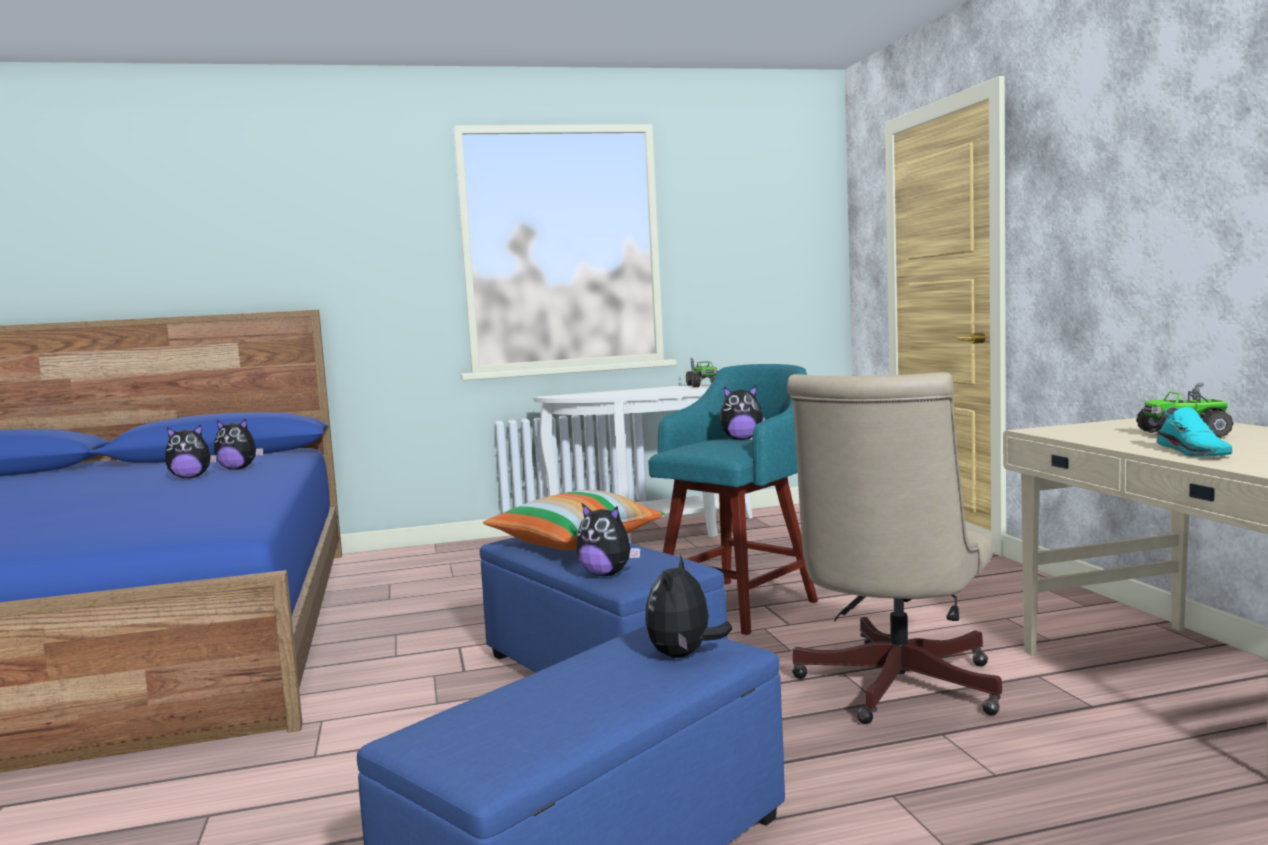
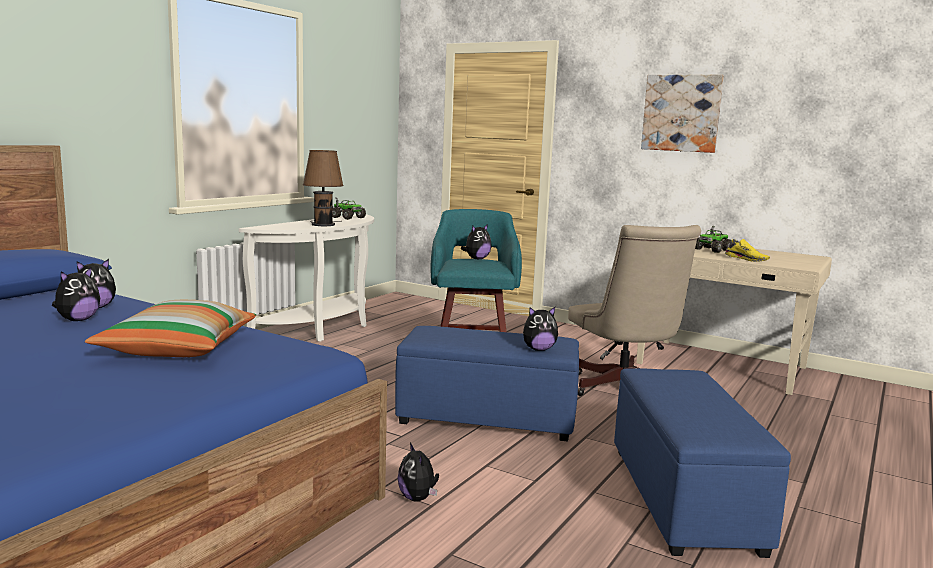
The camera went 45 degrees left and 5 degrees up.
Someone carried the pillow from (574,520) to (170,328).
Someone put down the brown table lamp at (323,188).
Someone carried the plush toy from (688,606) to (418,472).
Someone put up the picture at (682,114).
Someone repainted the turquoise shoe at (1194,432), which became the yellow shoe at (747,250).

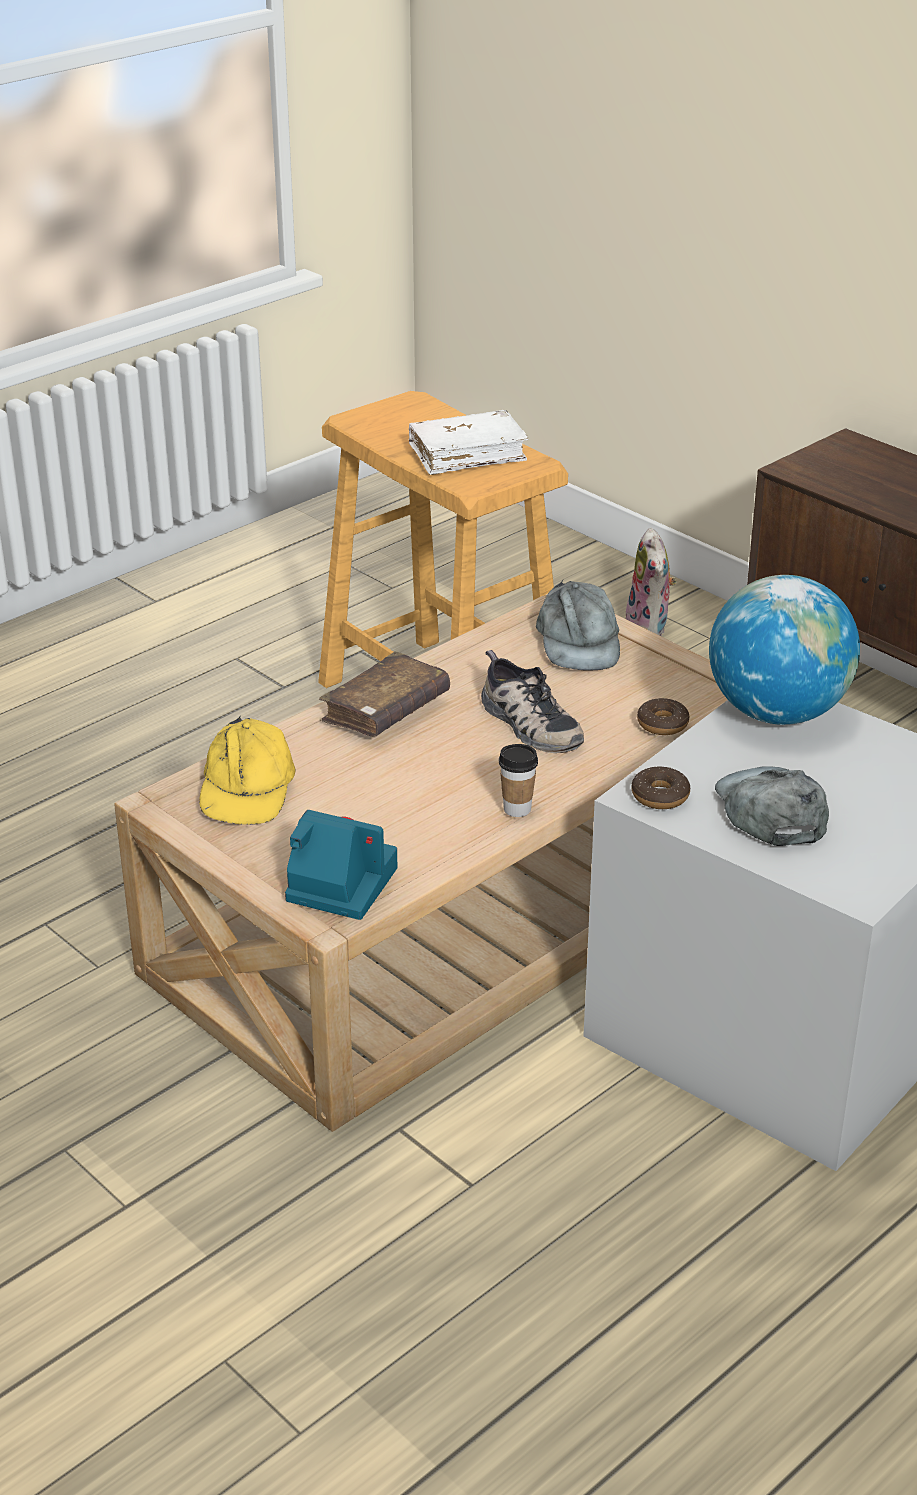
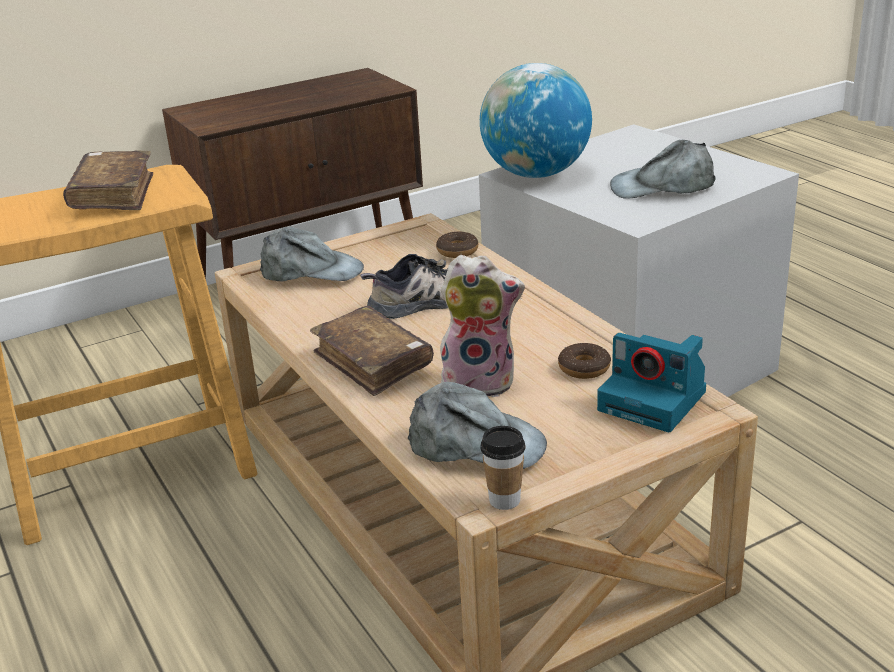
The camera went 75 degrees left and 5 degrees down.
Someone repainted the white book at (469,442), which became the brown book at (108,180).
Someone repainted the yellow cap at (247,771), which became the grey cap at (477,425).
Someone carried the plush toy from (651,582) to (482,326).
Someone carried the cup from (518,780) to (503,468).
Someone carried the donut from (661,788) to (584,361).
Someone rotated the photo camera at (341,865) by 90 degrees counterclockwise.

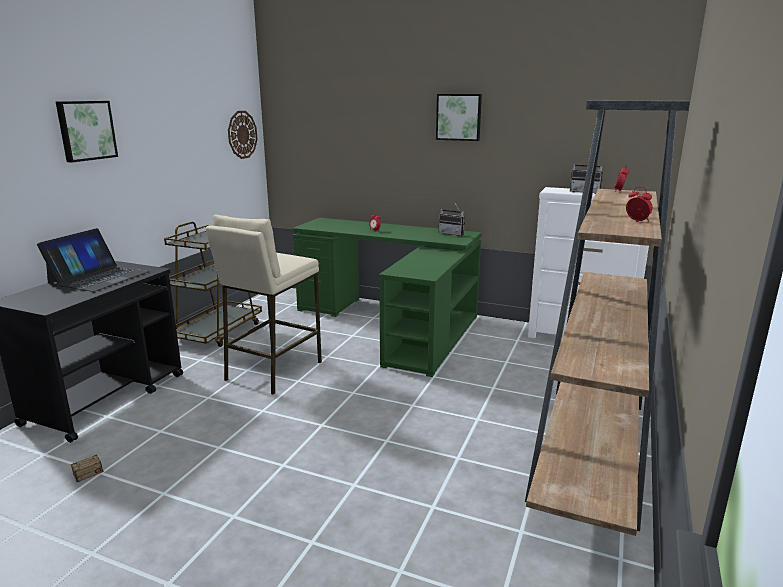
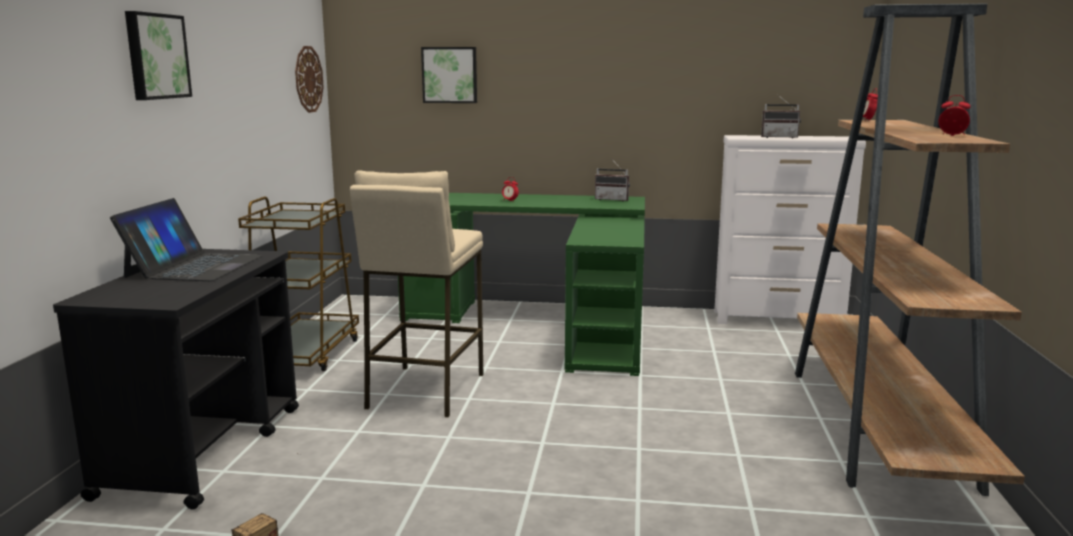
The camera went 15 degrees left and 5 degrees down.
Someone carried the picture from (459,117) to (449,75).

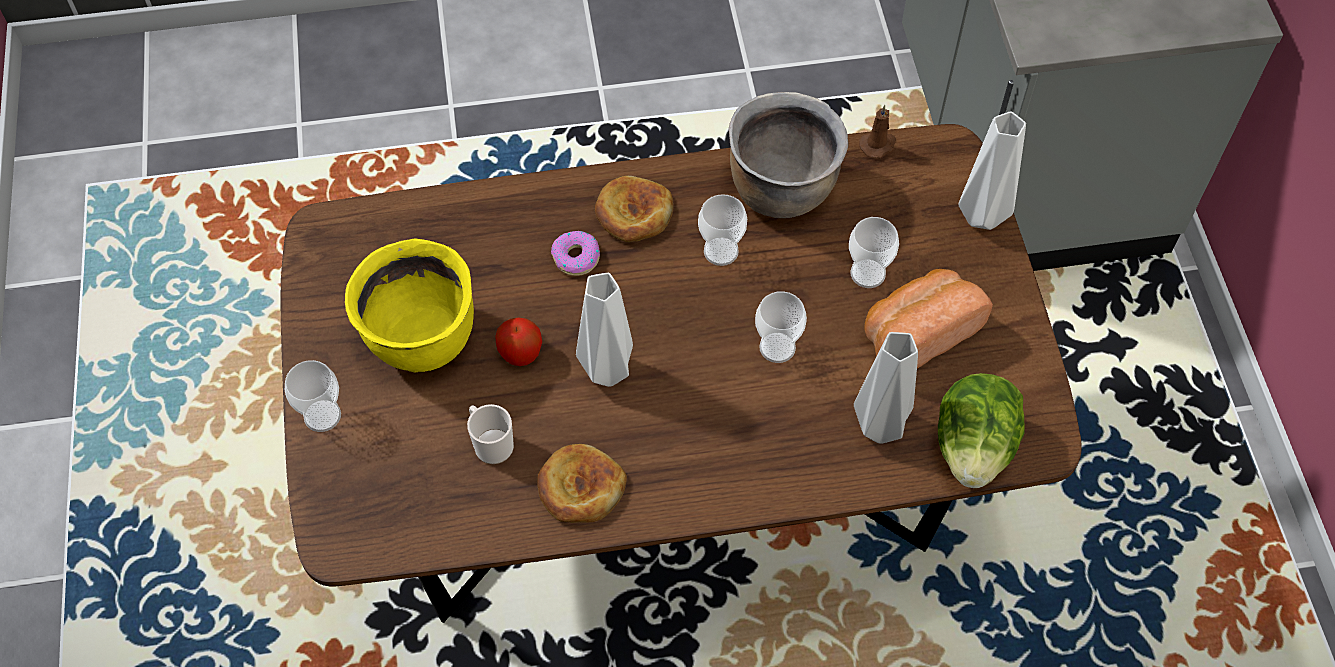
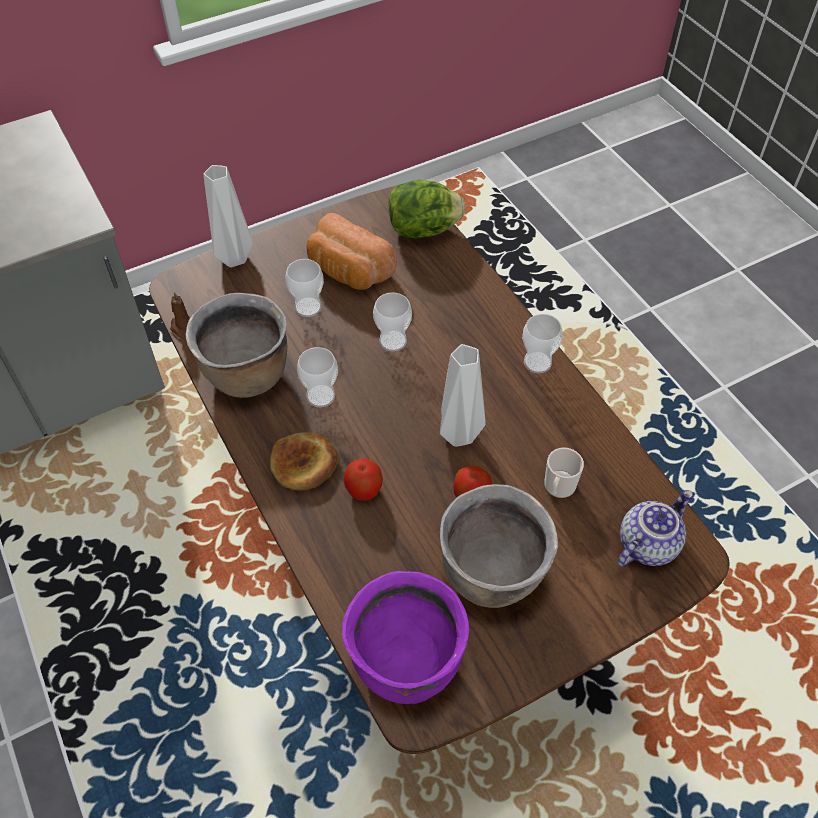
The camera went 110 degrees left and 5 degrees down.
Someone put down the purple cooking pot at (405,637).
Someone swapped the donut at (575,253) for the apple at (363,480).
Someone repainted the yellow cooking pot at (409,305), which became the brown cooking pot at (499,546).
Someone carried the cup from (313,396) to (542,343).
Someone put down the teapot at (655,528).
Someone took away the bread at (582,483).
Someone took away the grey vase at (886,388).

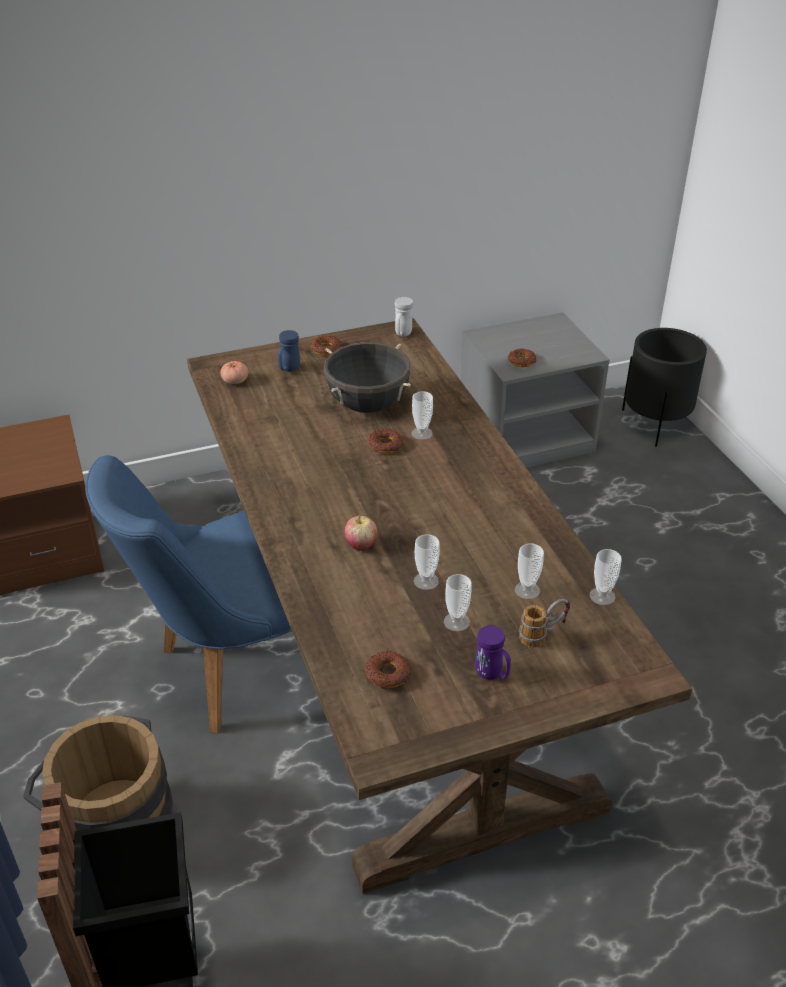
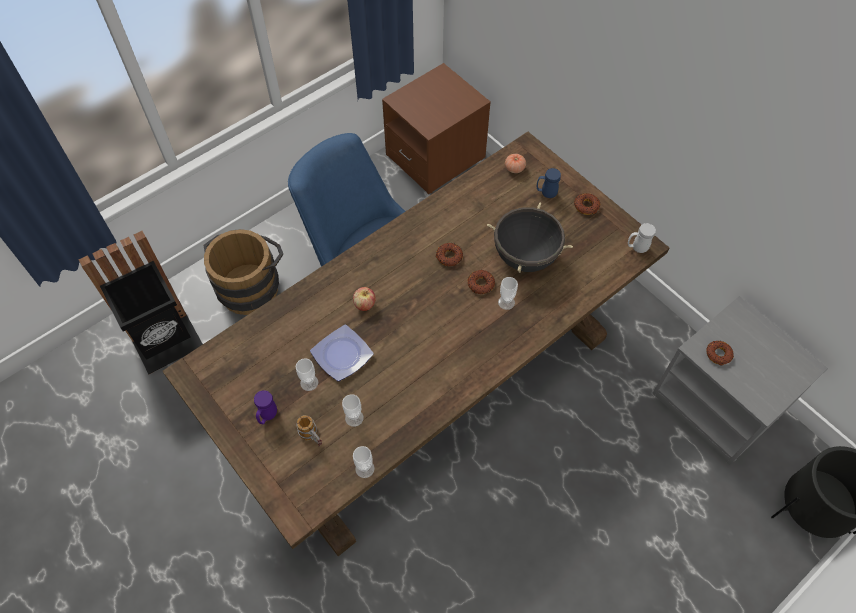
The camera went 70 degrees right and 20 degrees up.
Someone swapped the cup at (427,562) for the plate at (342,353).
Someone carried the donut from (388,670) to (449,254).

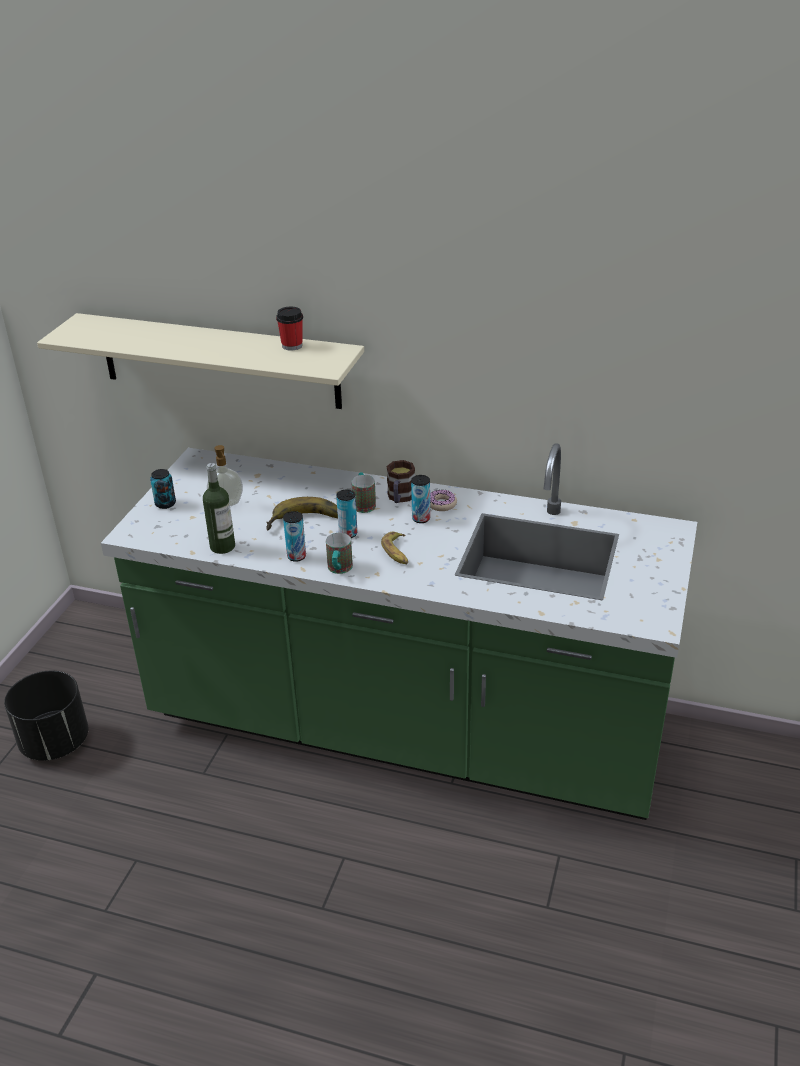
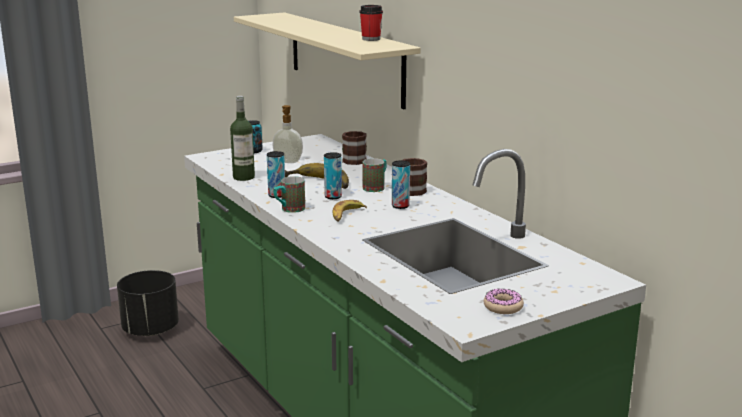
The camera went 40 degrees right and 15 degrees down.
Someone put down the mug at (354,148).
Someone carried the donut from (443,500) to (504,301).

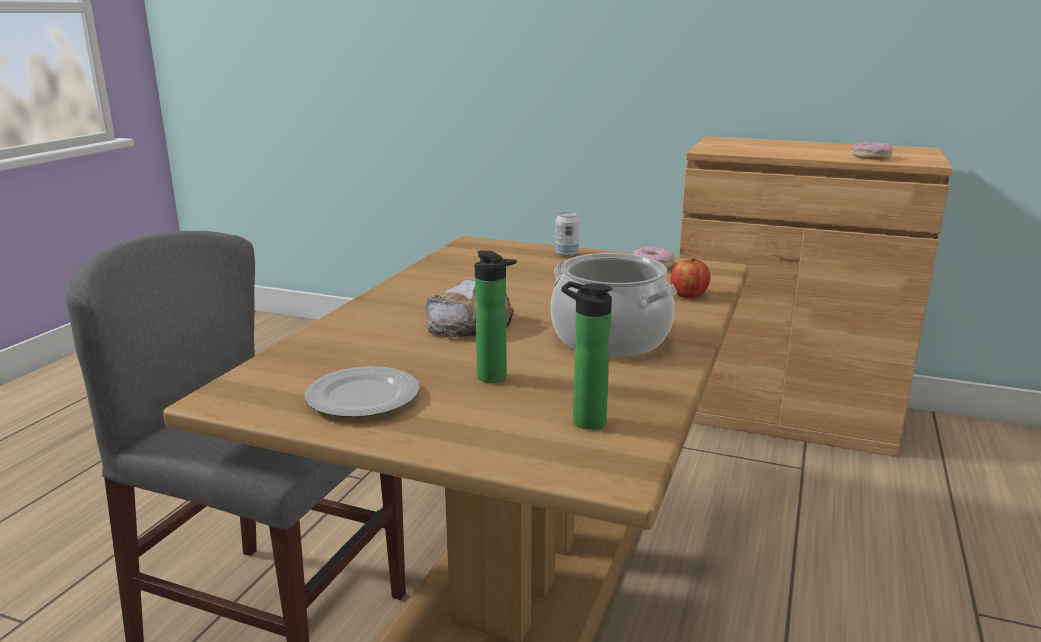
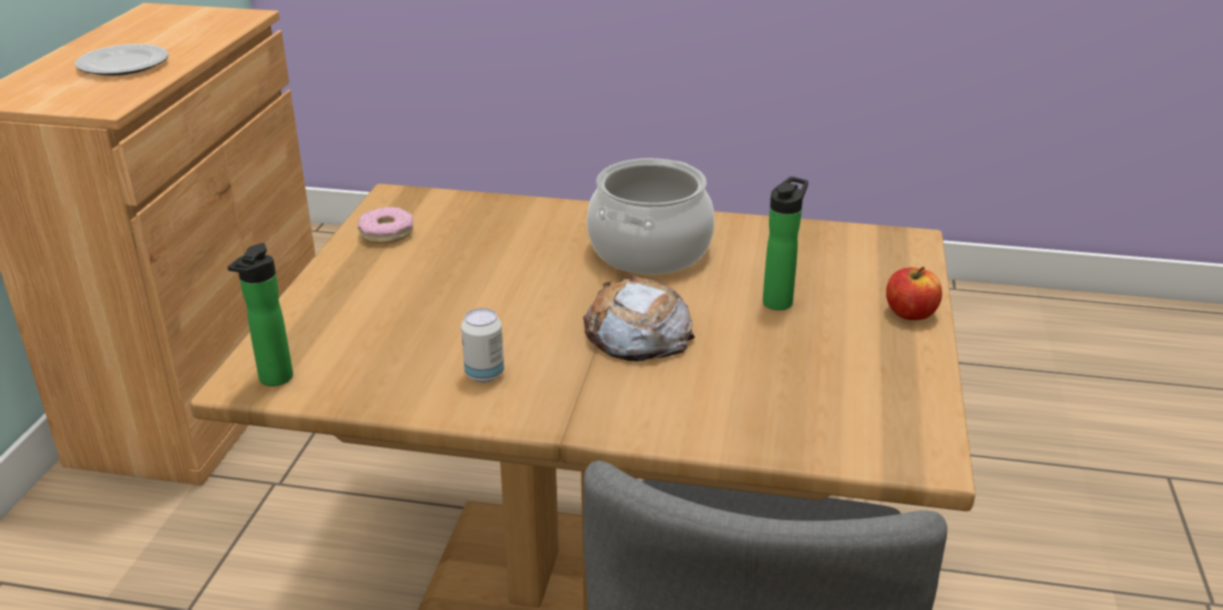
The camera went 100 degrees left and 10 degrees up.
Someone carried the plate from (362,392) to (122,60).
Someone carried the bottle from (587,355) to (260,314).
Someone carried the can from (567,234) to (482,345).
Someone carried the apple from (690,278) to (914,293).
Someone took away the donut at (872,151).

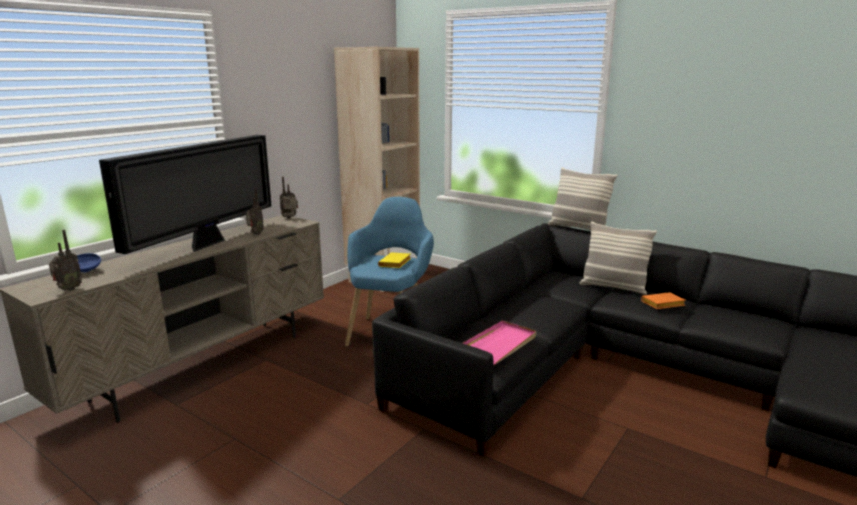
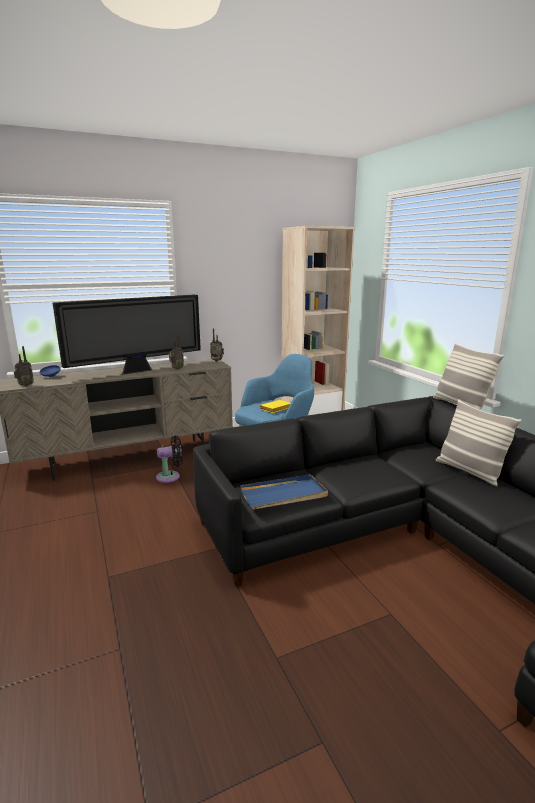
The camera went 30 degrees right and 0 degrees up.
Someone put down the black fan at (169,459).
Someone repainted the pink tray at (499,343), which became the blue tray at (284,491).
Someone took away the orange book at (663,300).

